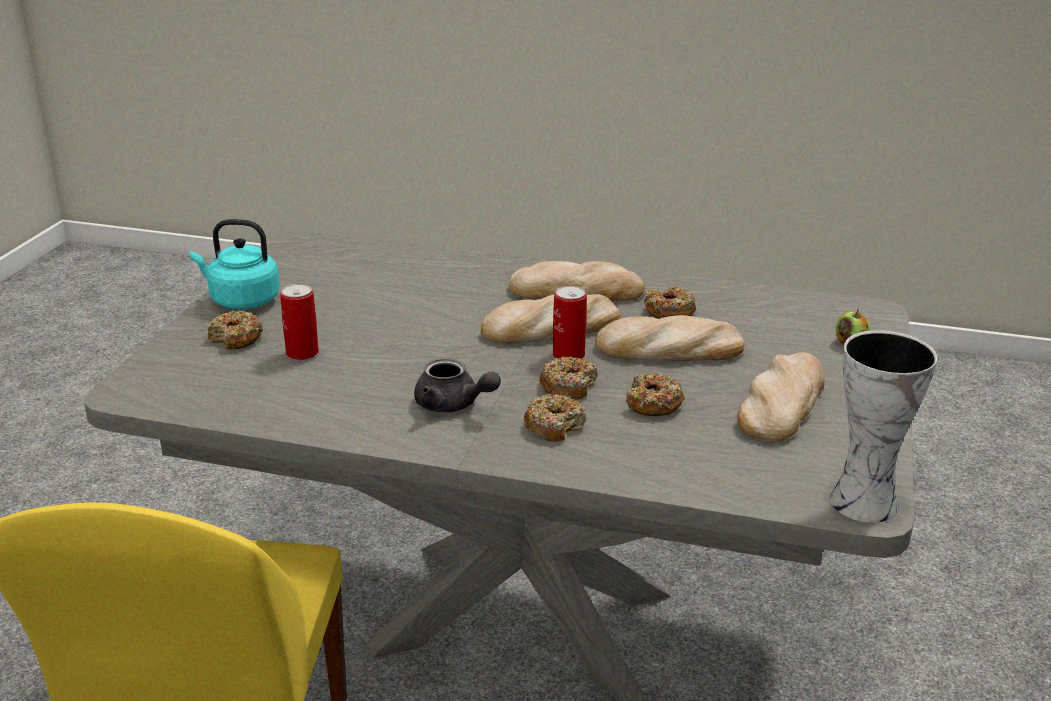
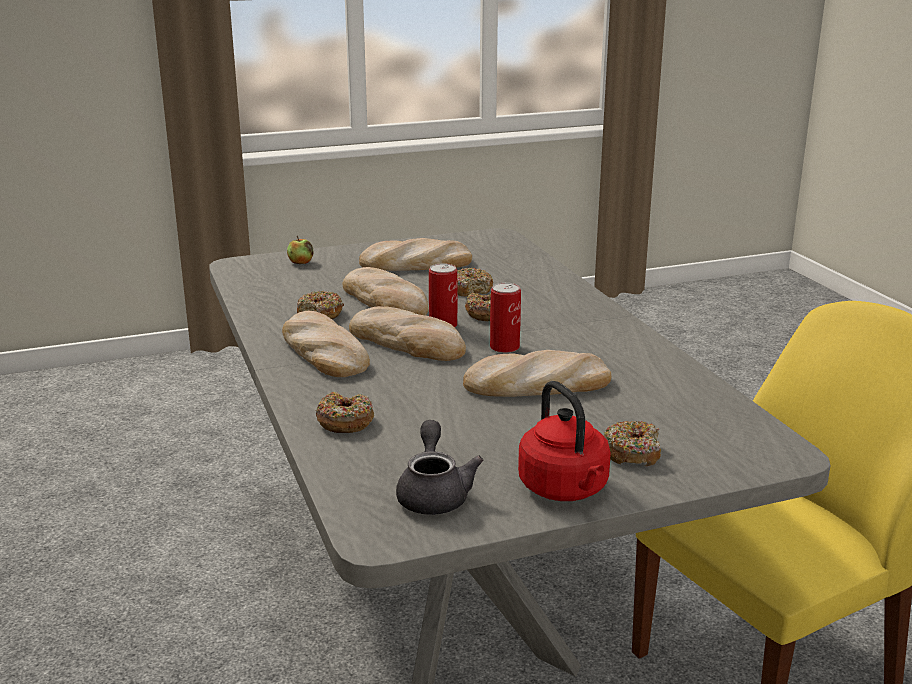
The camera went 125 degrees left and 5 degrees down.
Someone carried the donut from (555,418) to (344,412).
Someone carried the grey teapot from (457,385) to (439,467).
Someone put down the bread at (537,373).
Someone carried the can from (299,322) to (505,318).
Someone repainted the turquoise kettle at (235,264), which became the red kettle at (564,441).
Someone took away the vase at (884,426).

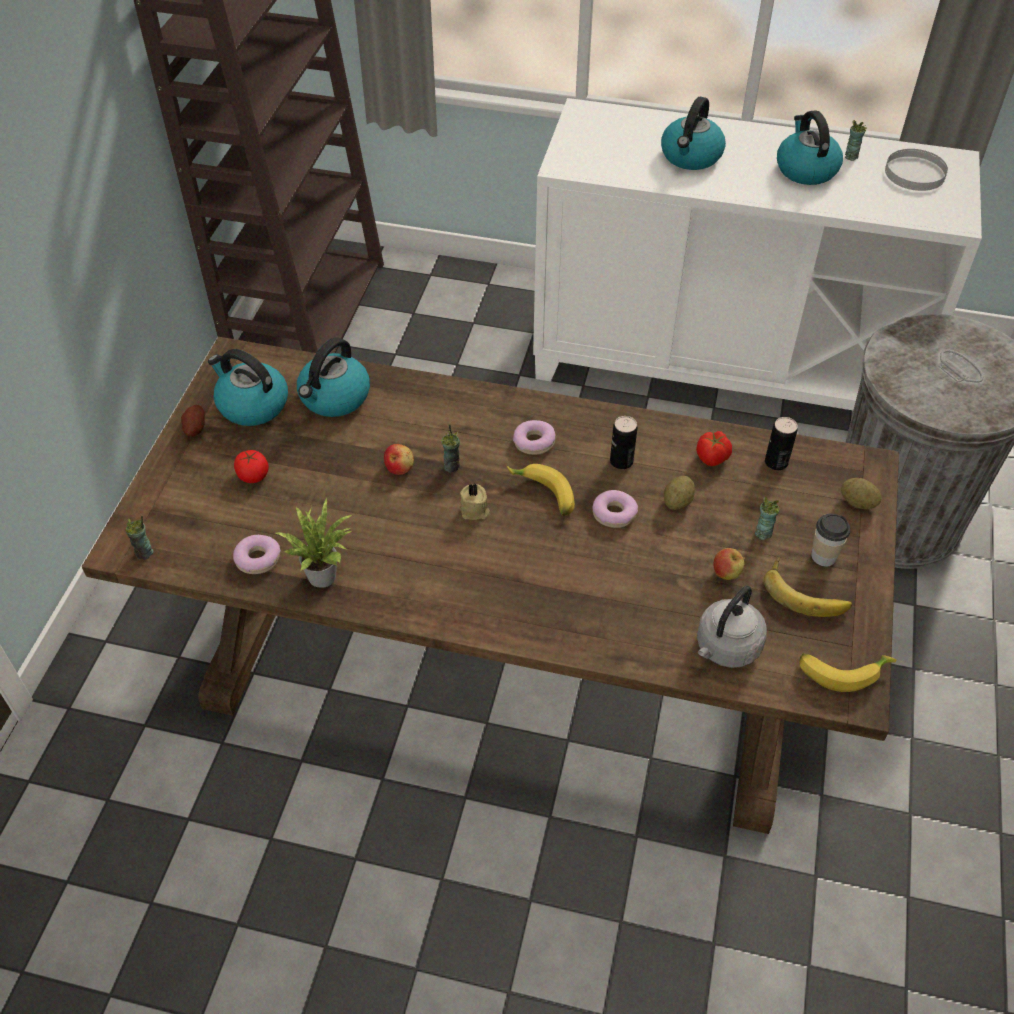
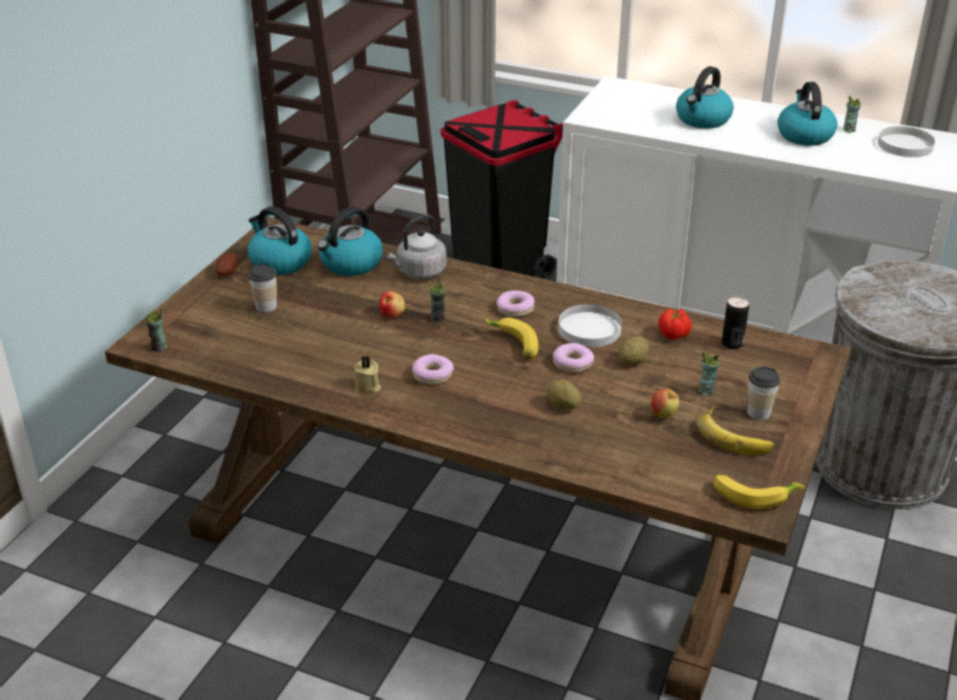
The camera went 10 degrees right and 15 degrees down.
Someone swapped the tomato at (251,466) for the cup at (263,288).
Someone carried the beige candle from (475,501) to (368,374).
Someone carried the grey kettle from (732,627) to (416,246).
Someone carried the donut from (257,554) to (433,369).
Someone put down the black trash can at (502,189).
Someone carried the potato from (861,493) to (563,395).
Someone swapped the can at (623,442) for the white plate at (590,325).
Someone took away the potted plant at (313,543).

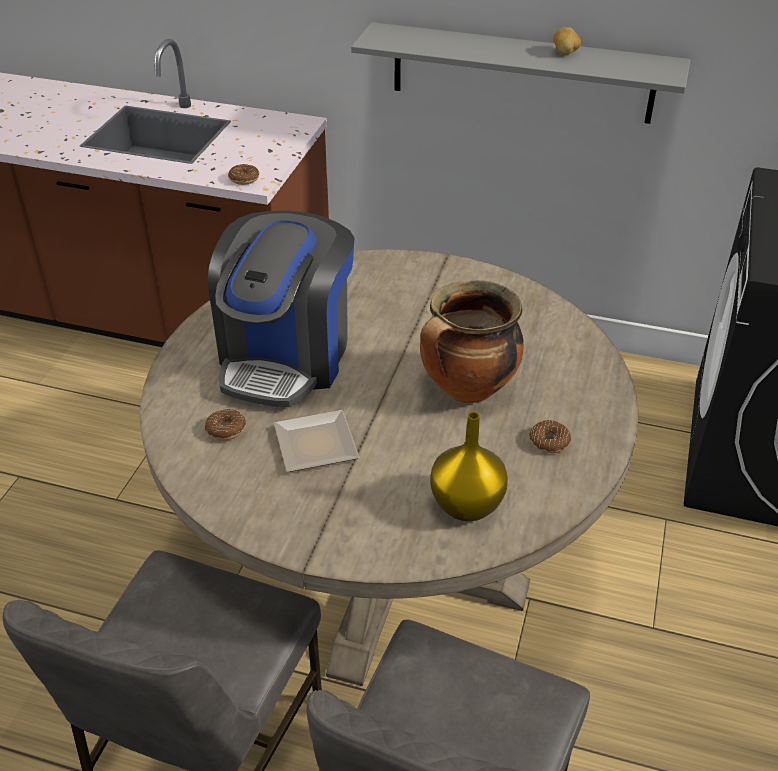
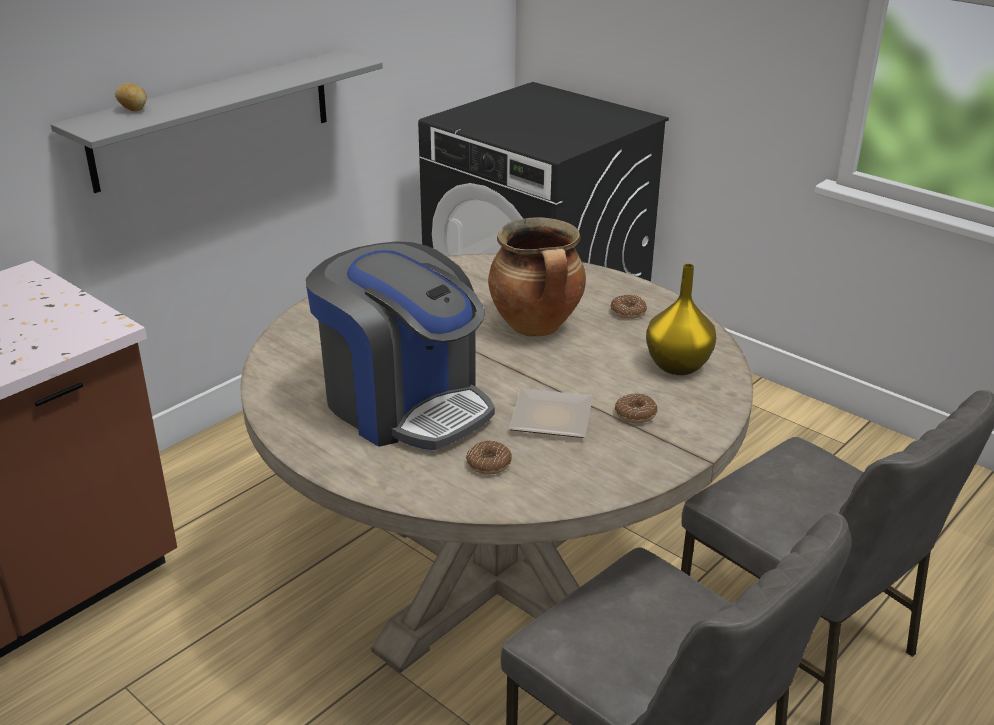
The camera went 65 degrees left and 10 degrees down.
Someone carried the potato from (567,41) to (131,97).
Someone carried the donut from (243,174) to (636,408).

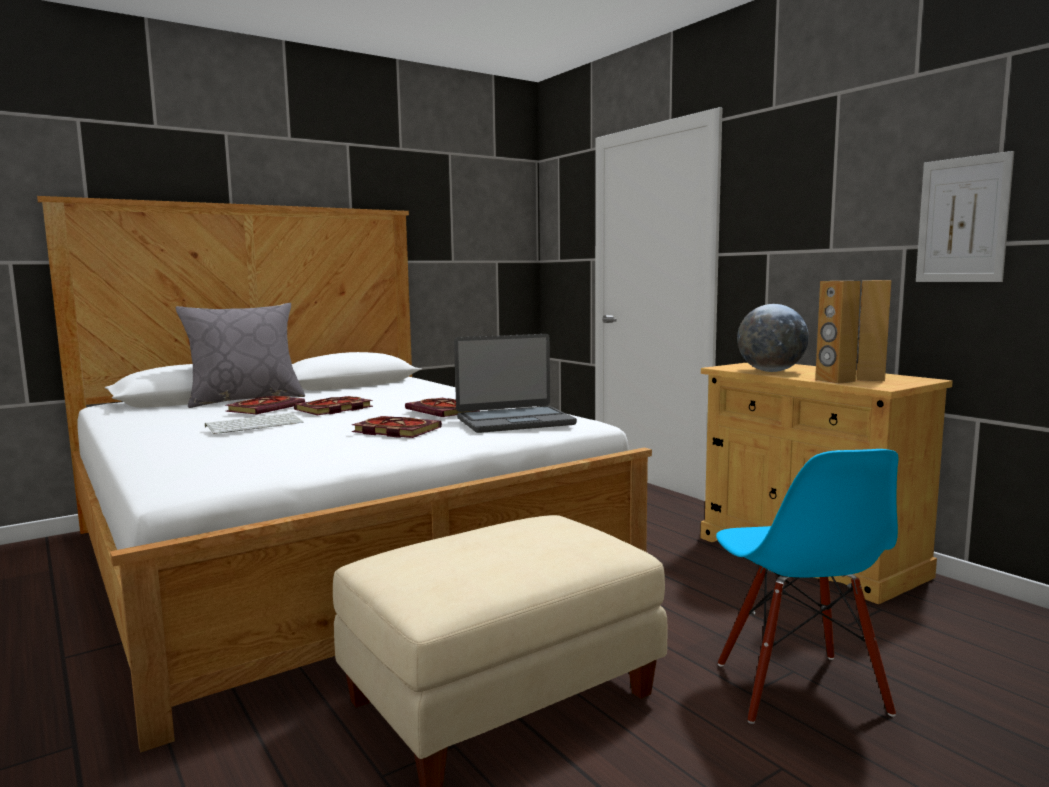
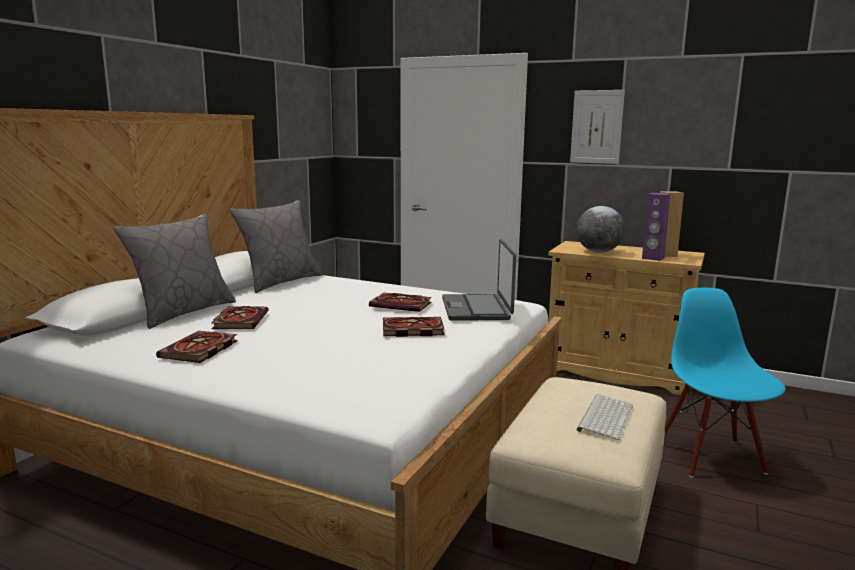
The camera went 30 degrees left and 5 degrees up.
Someone carried the book from (333,405) to (197,347).
Someone put down the grey pillow at (276,246).
Someone rotated the laptop at (515,383) by 135 degrees clockwise.
Someone carried the picture from (965,216) to (597,127).
Someone carried the keyboard from (254,423) to (604,417).
Someone repainted the brown speaker at (838,332), which became the purple speaker at (656,227).
Someone rotated the blue chair at (807,586) by 150 degrees counterclockwise.

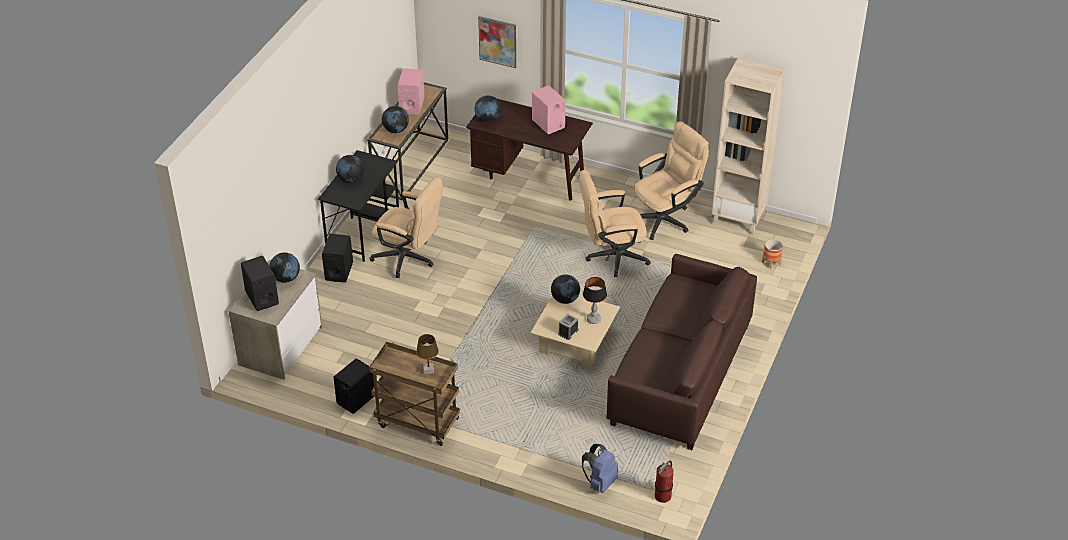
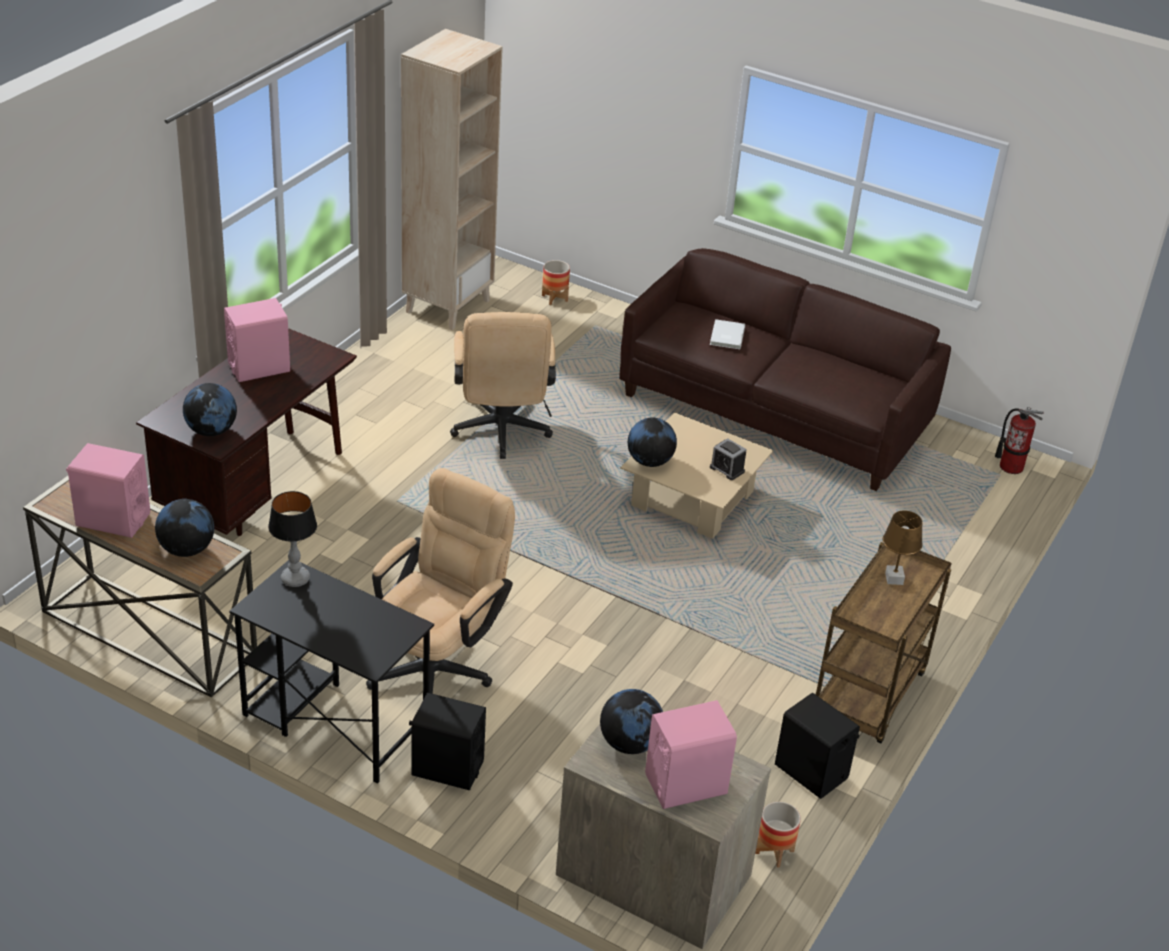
The camera went 85 degrees left and 5 degrees down.
Someone carried the table lamp from (595,300) to (292,539).
Someone repainted the black speaker at (260,283), which became the pink speaker at (691,754).
Someone put down the white book at (727,334).
Someone put down the planter at (778,835).
Someone took away the globe at (350,169).
Someone took away the picture at (497,42).
Someone took away the blue backpack at (600,468).
Someone took away the beige office chair at (672,180).

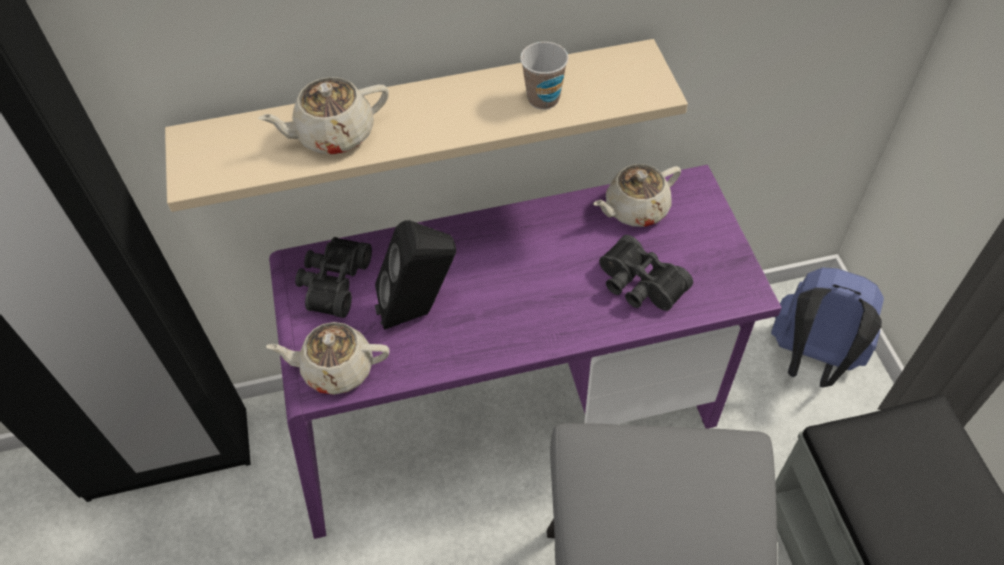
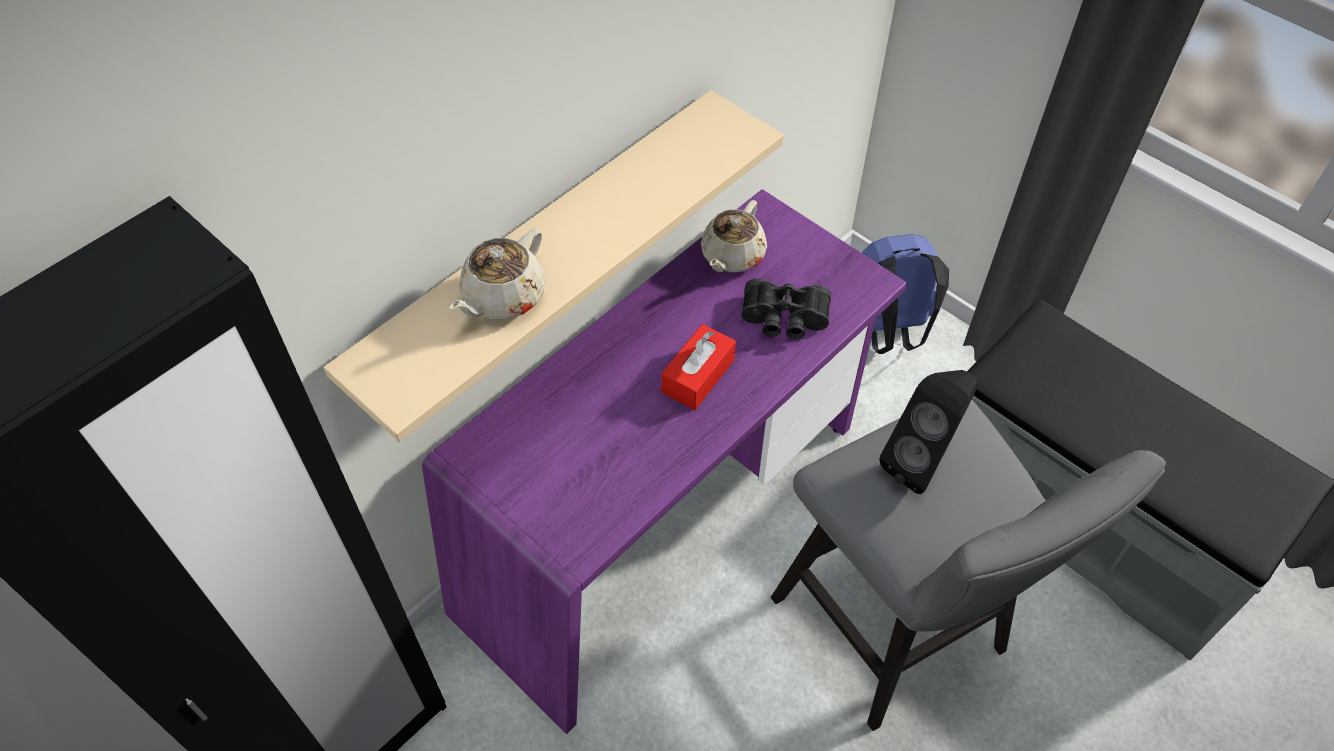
The camera went 35 degrees left and 0 degrees up.
Someone put down the red tissue box at (698,367).
Someone carried the black speaker from (415,275) to (928,432).
Someone took away the beige teapot at (328,358).
Someone took away the black binoculars at (333,277).
Someone took away the cup at (544,76).

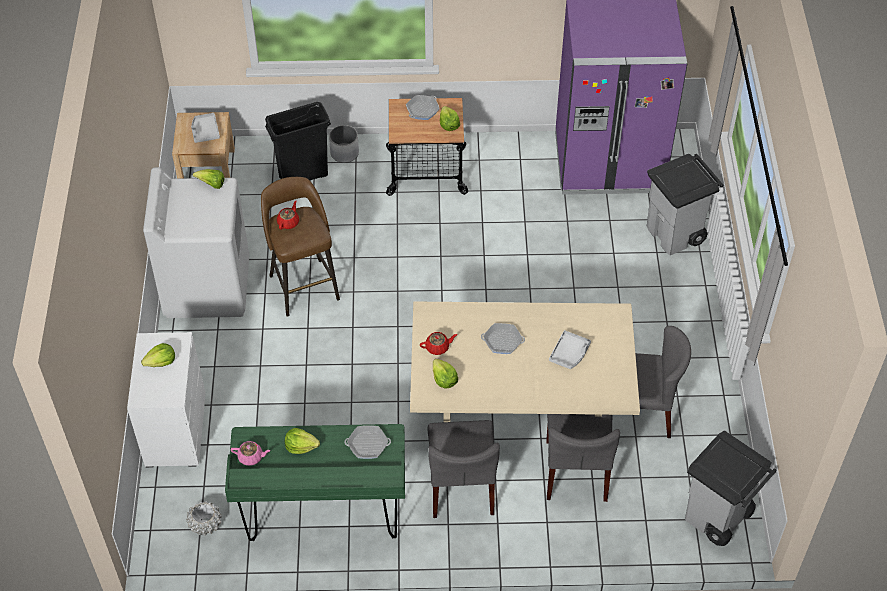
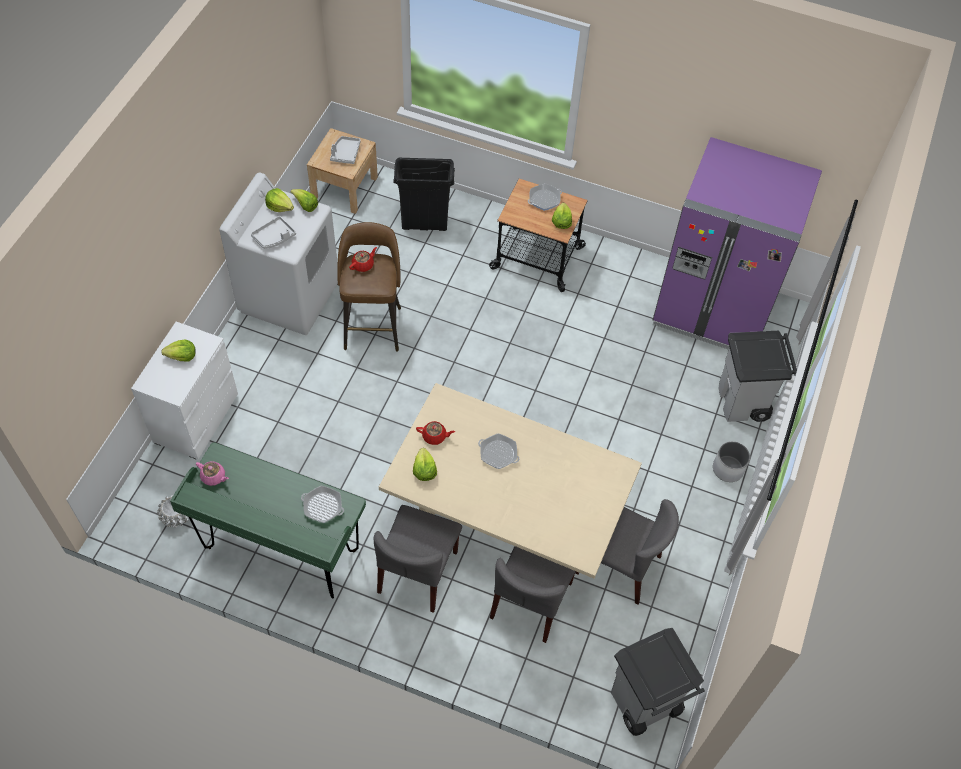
The camera went 20 degrees right and 5 degrees up.
Someone carried the grey tray from (570,349) to (273,232).
Someone carried the lettuce from (302,441) to (279,200).
Someone carried the white planter from (344,144) to (731,461).

